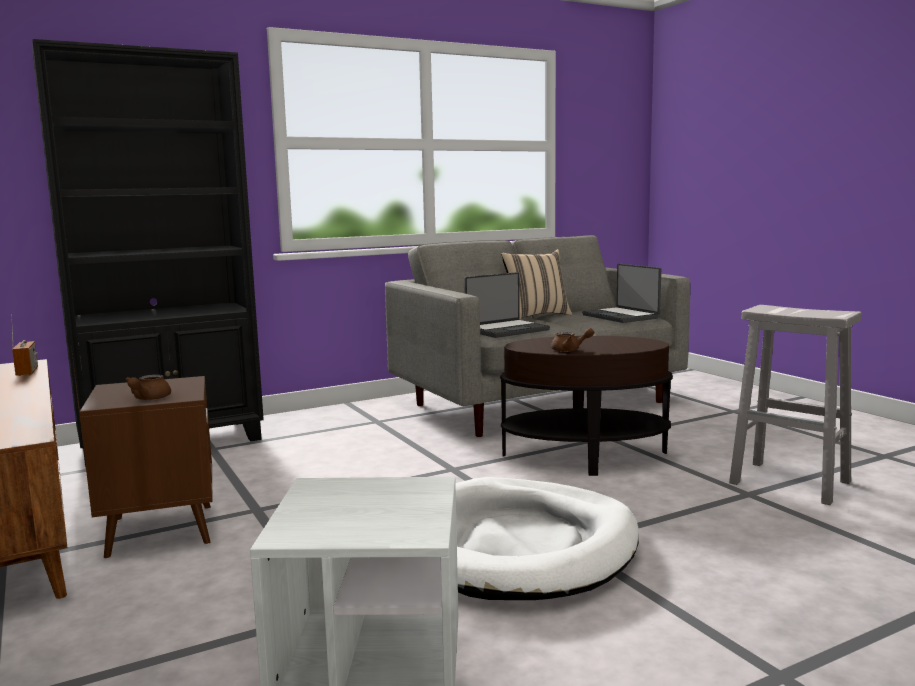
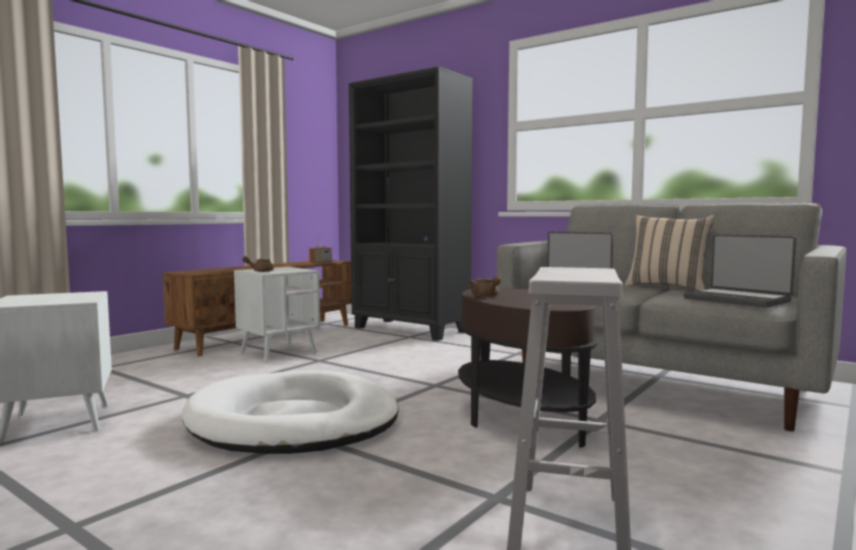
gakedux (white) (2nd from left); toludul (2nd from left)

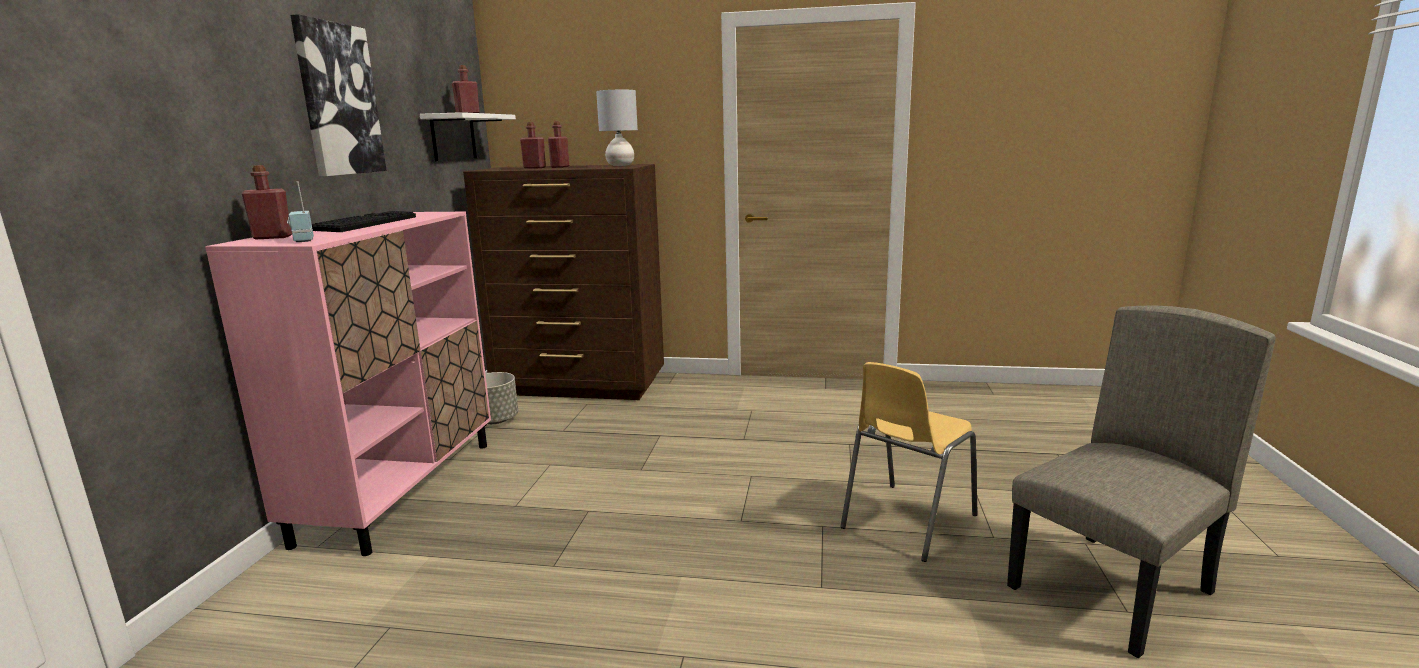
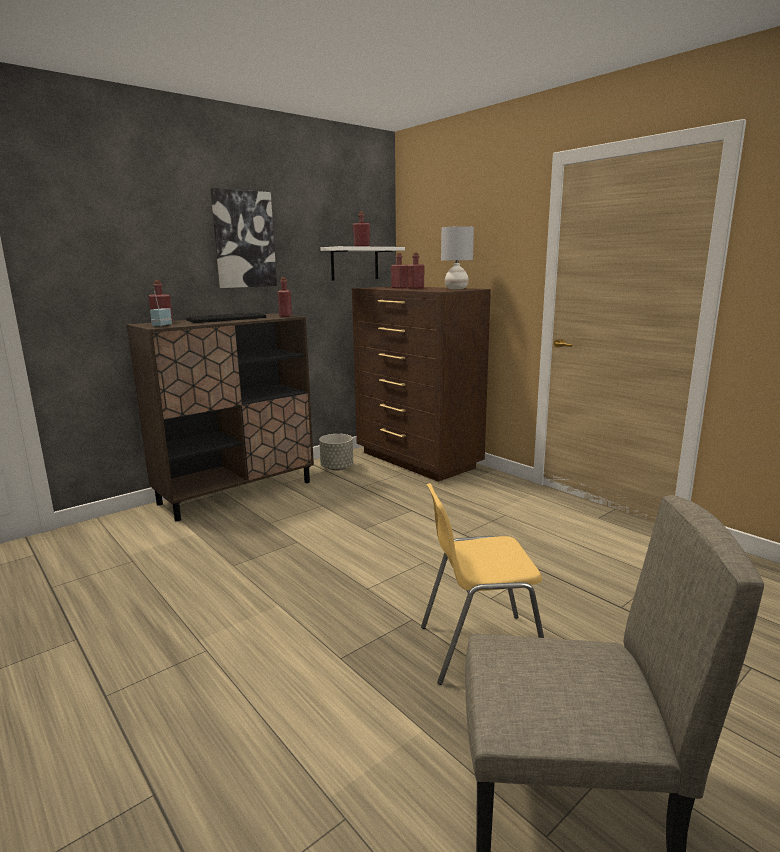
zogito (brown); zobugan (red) (2nd from left)

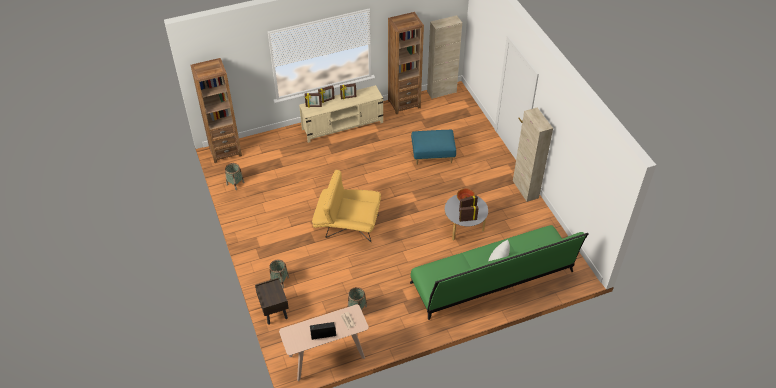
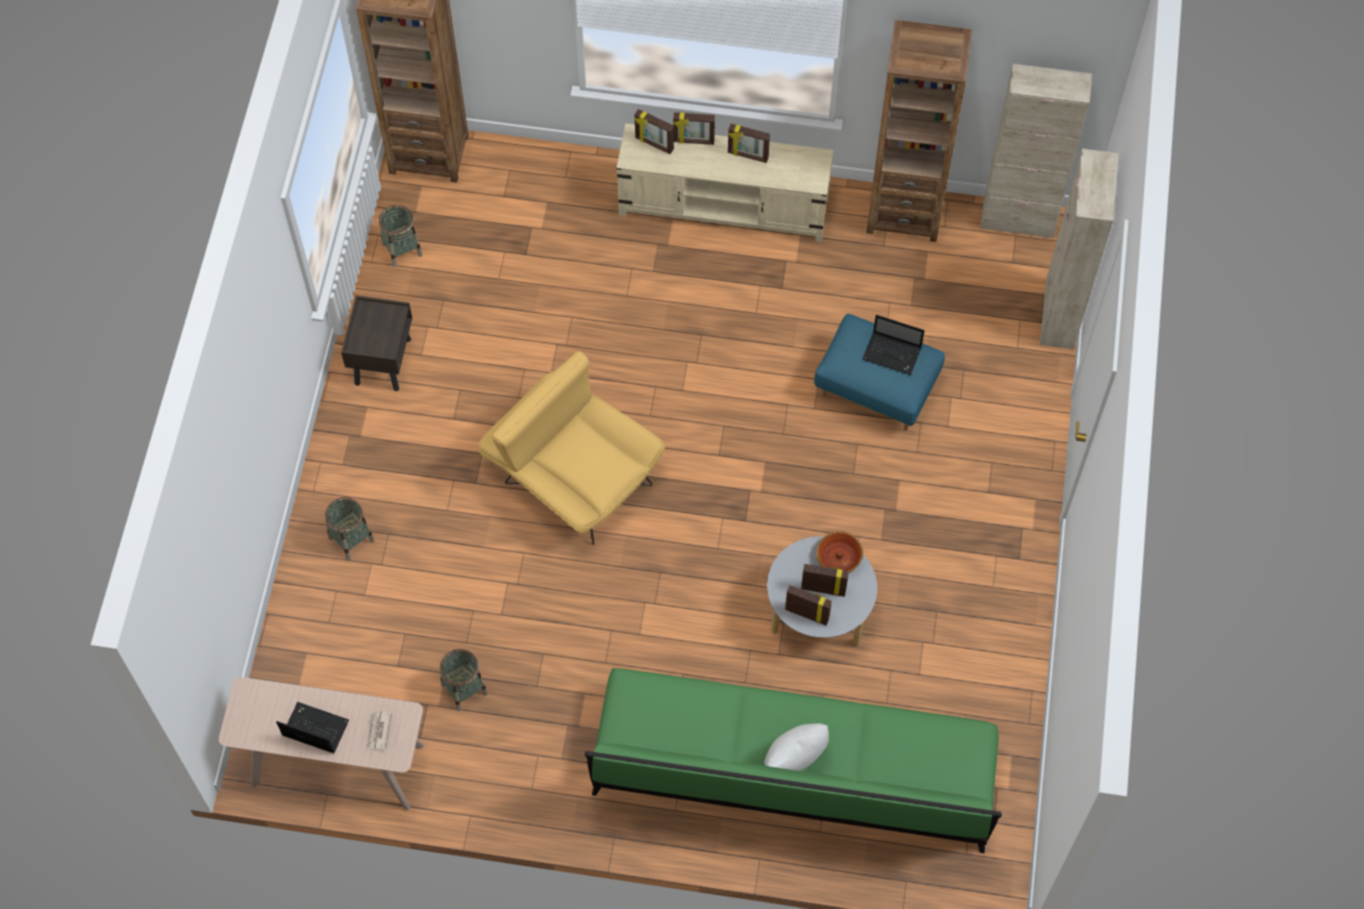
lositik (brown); zogito (beige) (2nd from left); toludul (2nd from left)

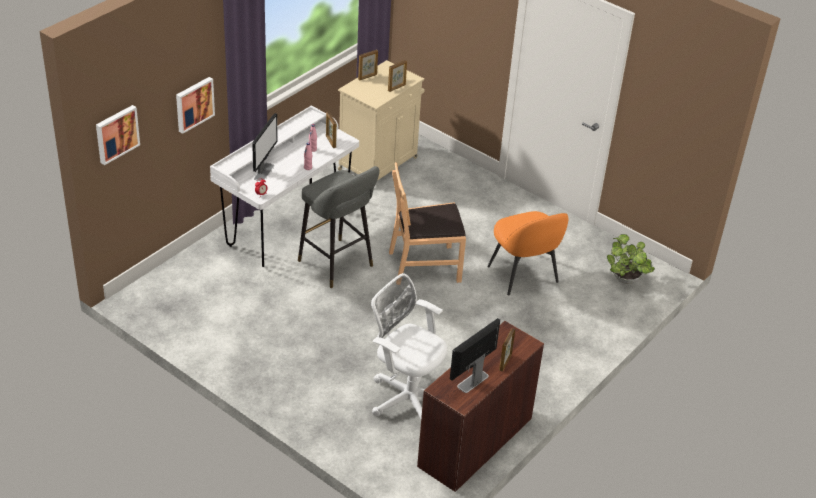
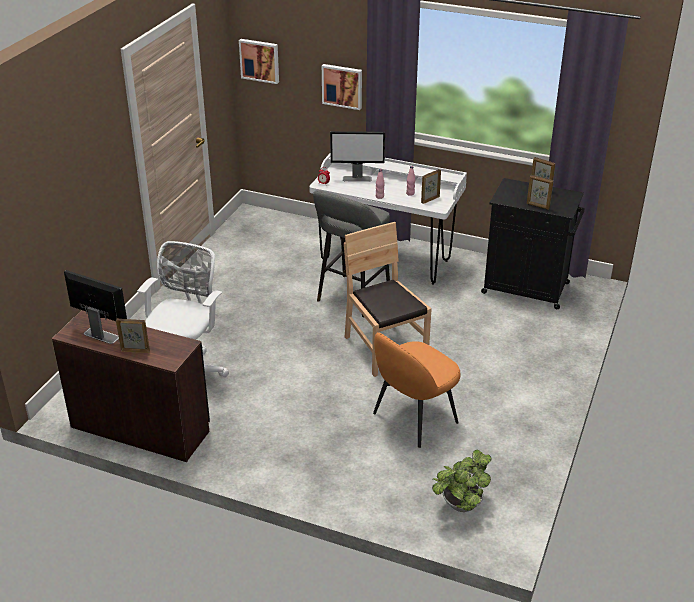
zogito (black)

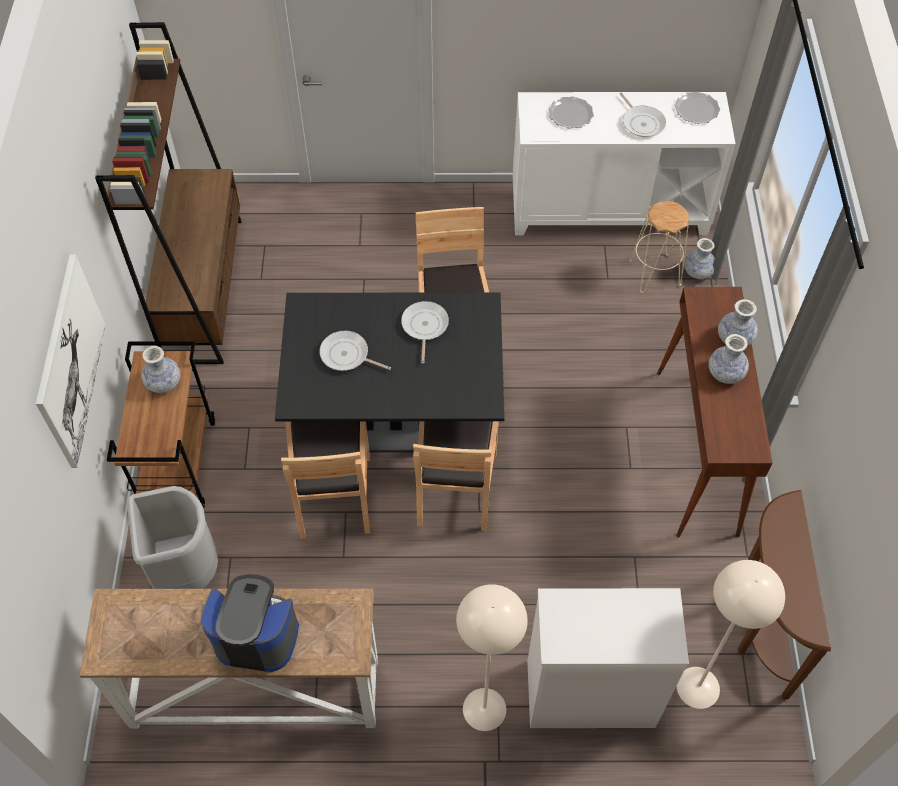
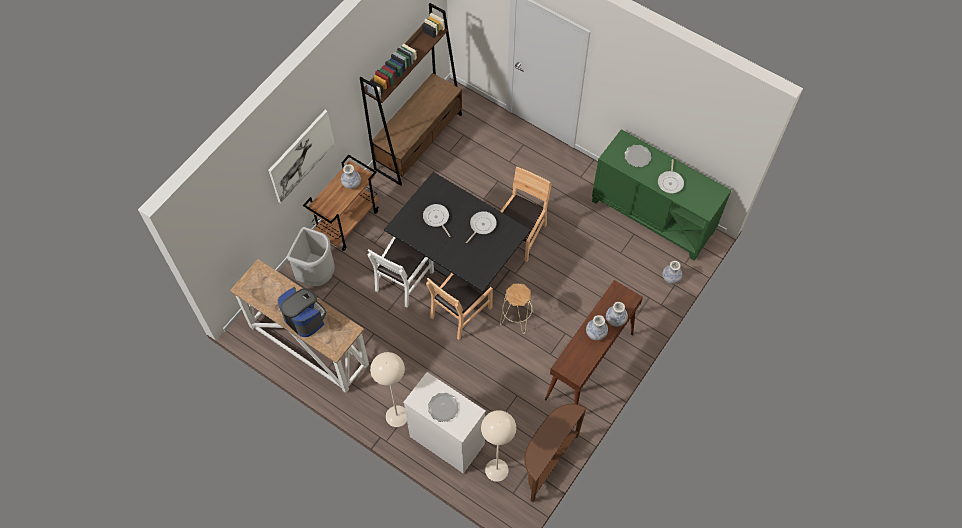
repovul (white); zogito (green); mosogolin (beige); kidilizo (1st from left)

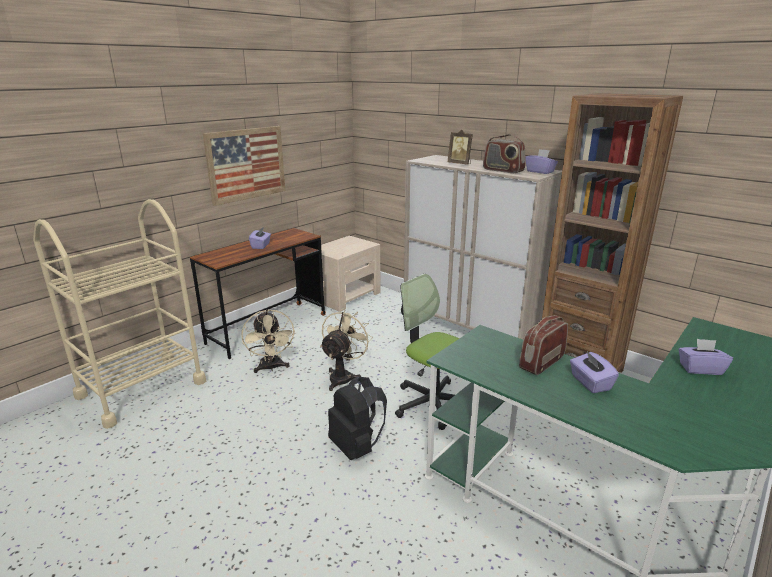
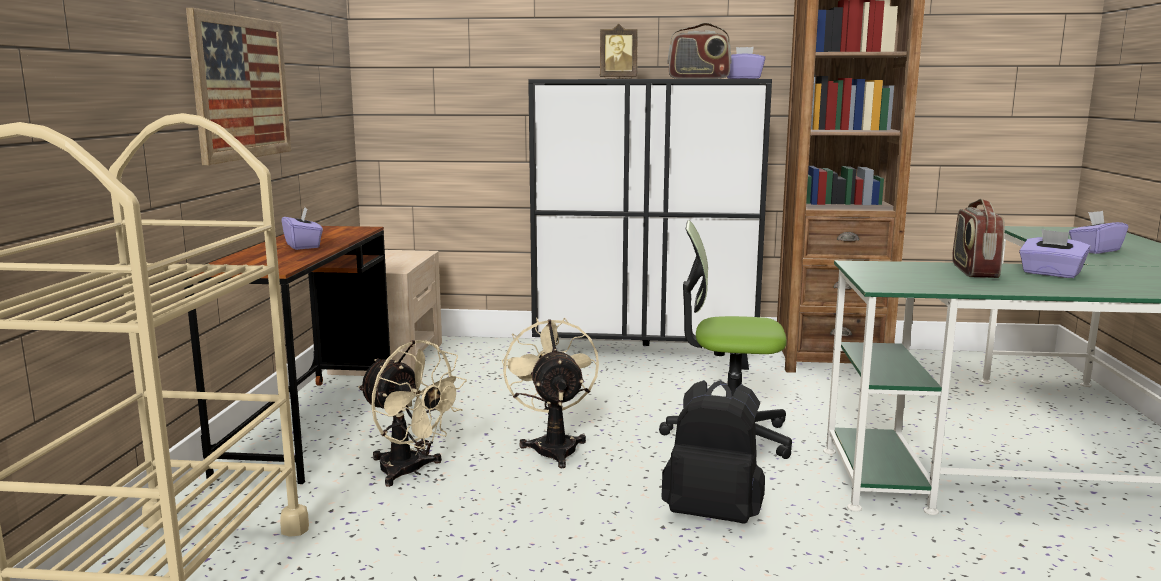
zogito (black)

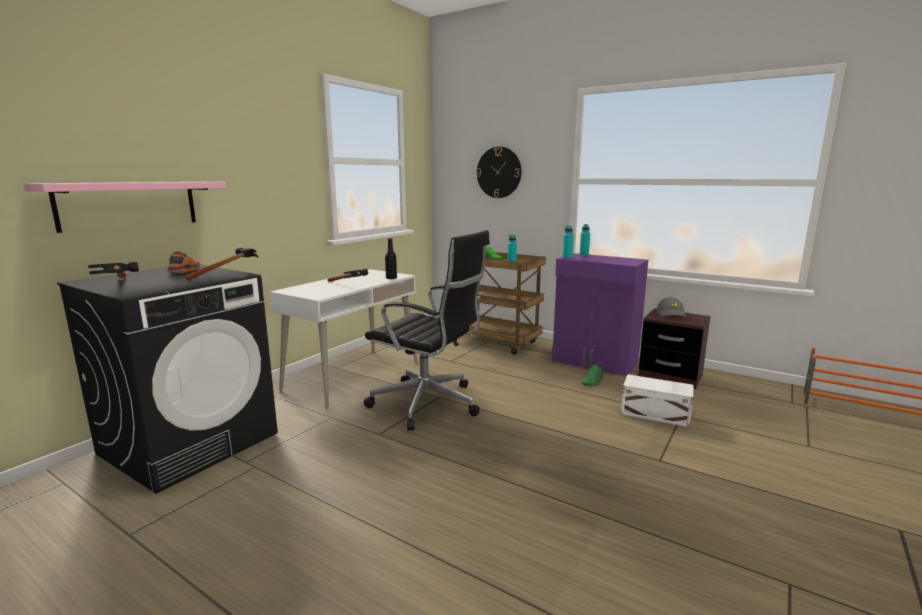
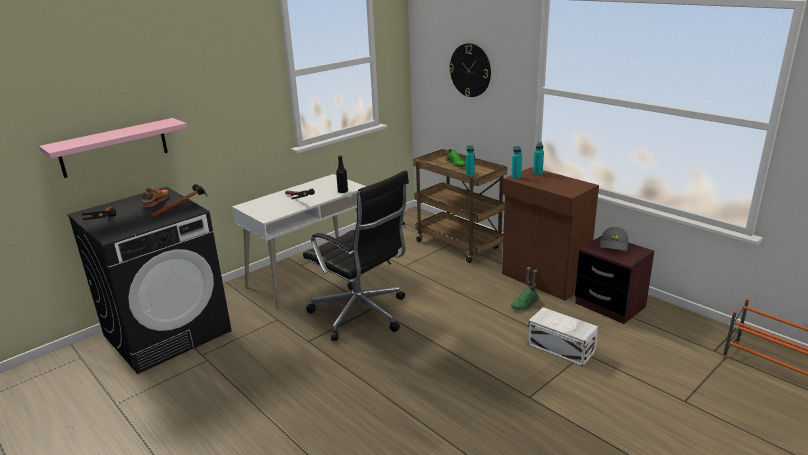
zogito (brown)

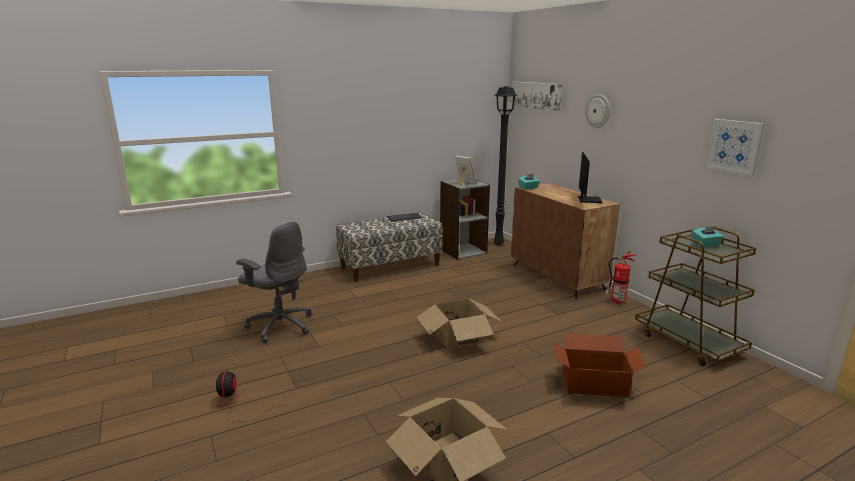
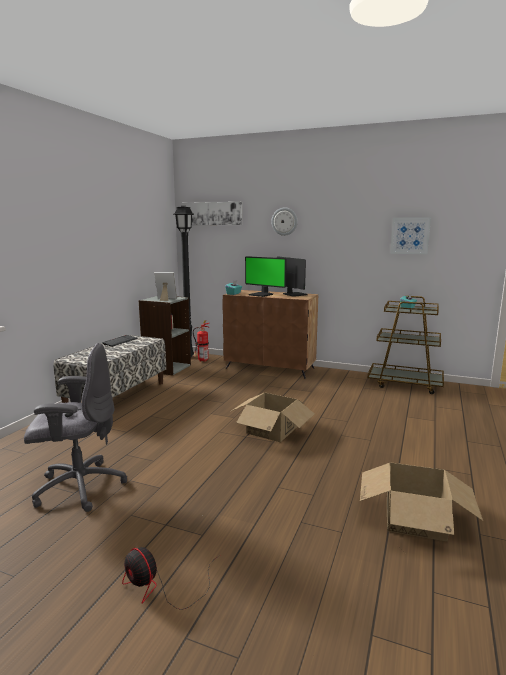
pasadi (3rd from left in the first image); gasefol; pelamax (1st from left)

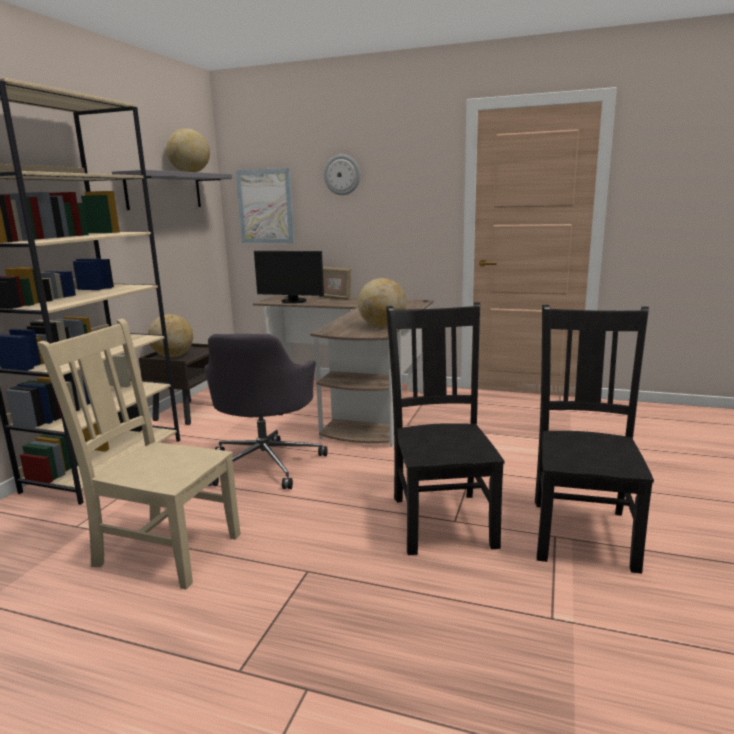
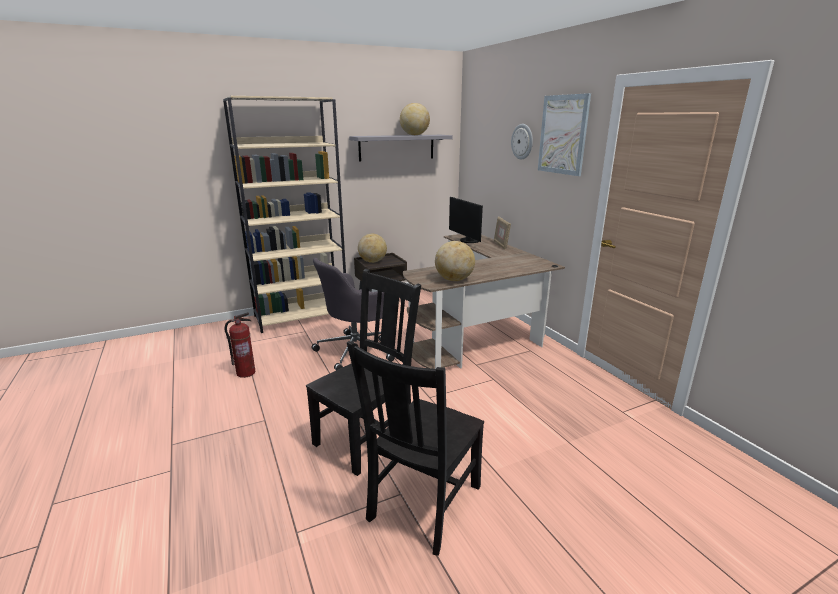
gasefol; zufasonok; repovul (black) (2nd from left)

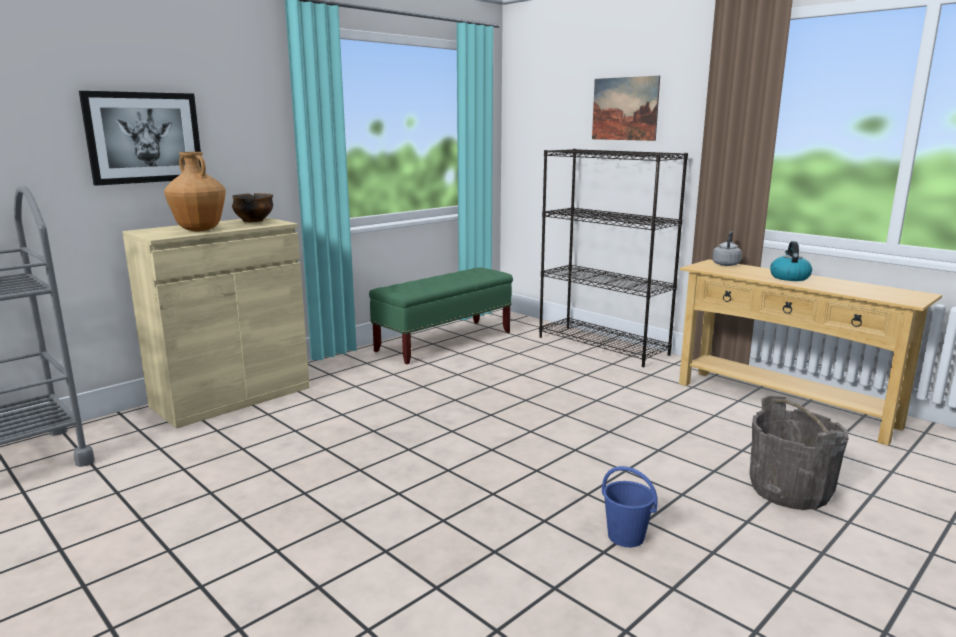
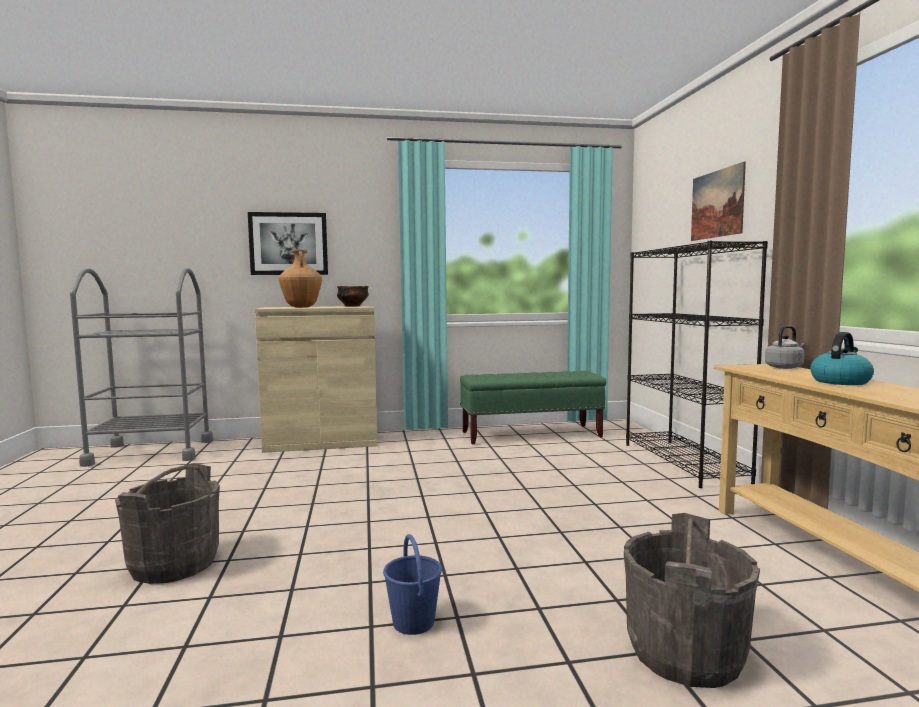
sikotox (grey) (1st from left)

